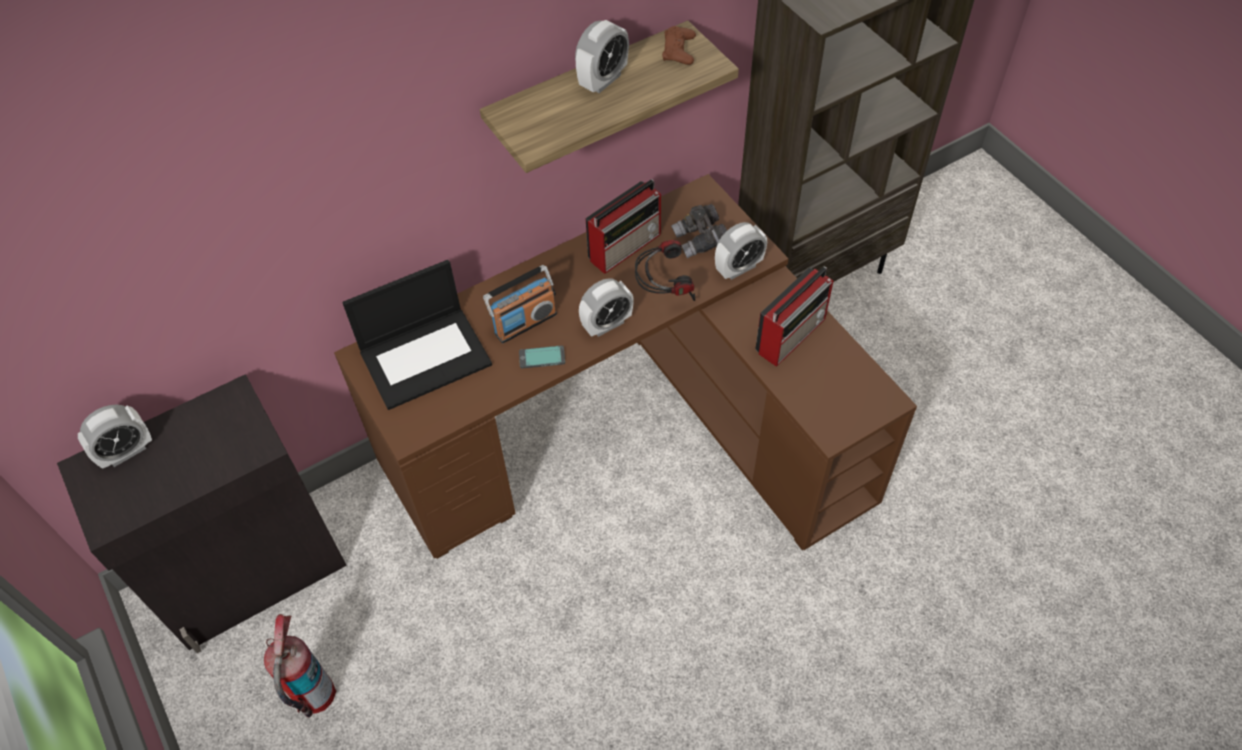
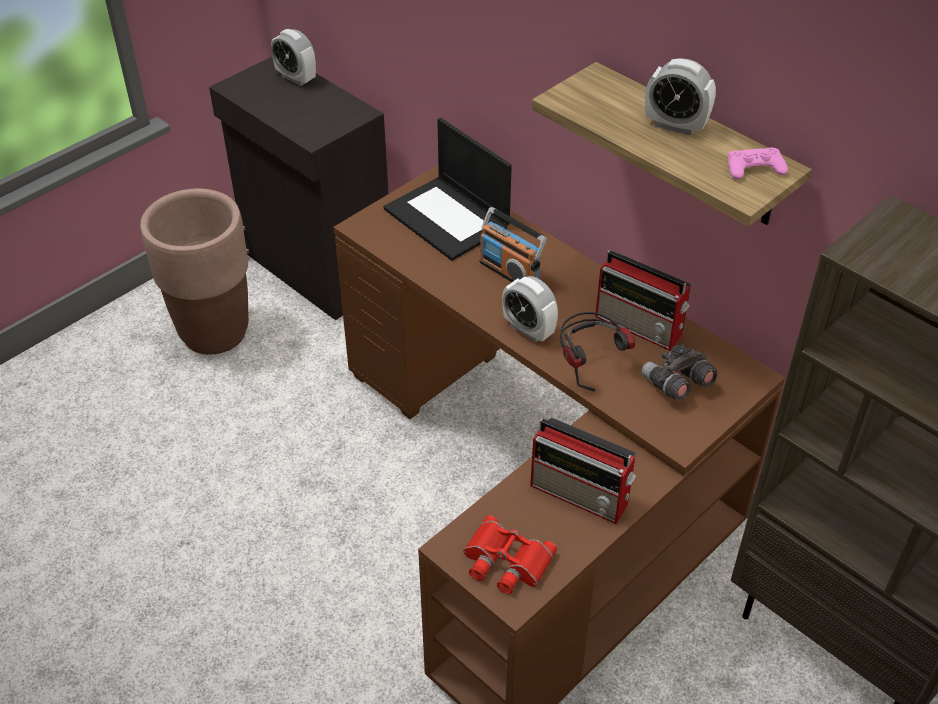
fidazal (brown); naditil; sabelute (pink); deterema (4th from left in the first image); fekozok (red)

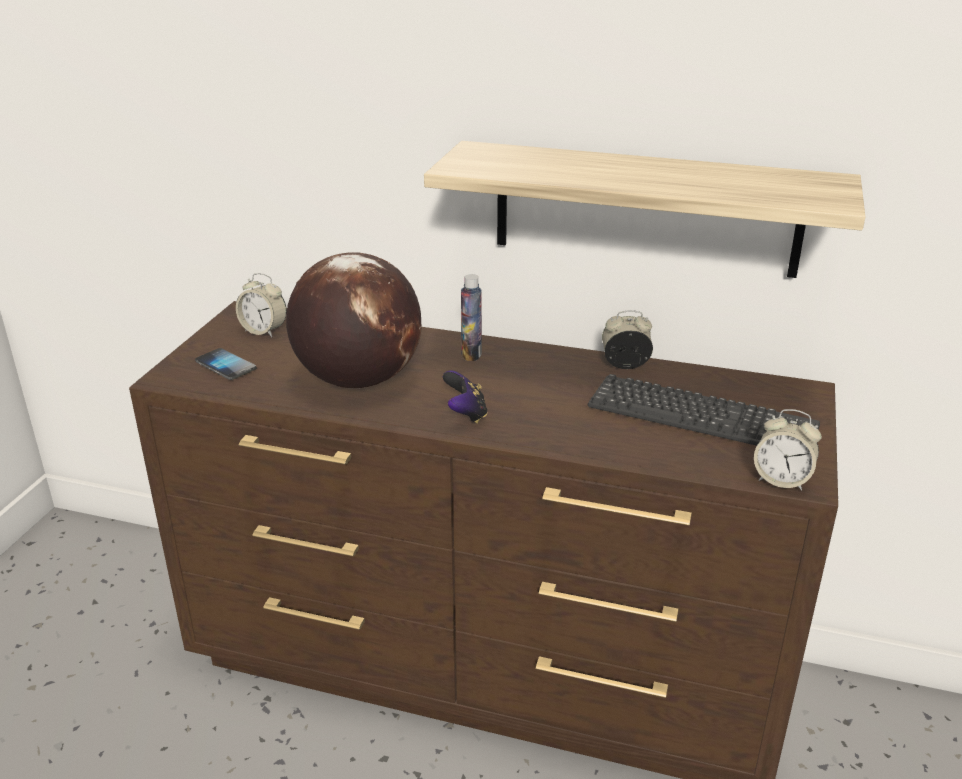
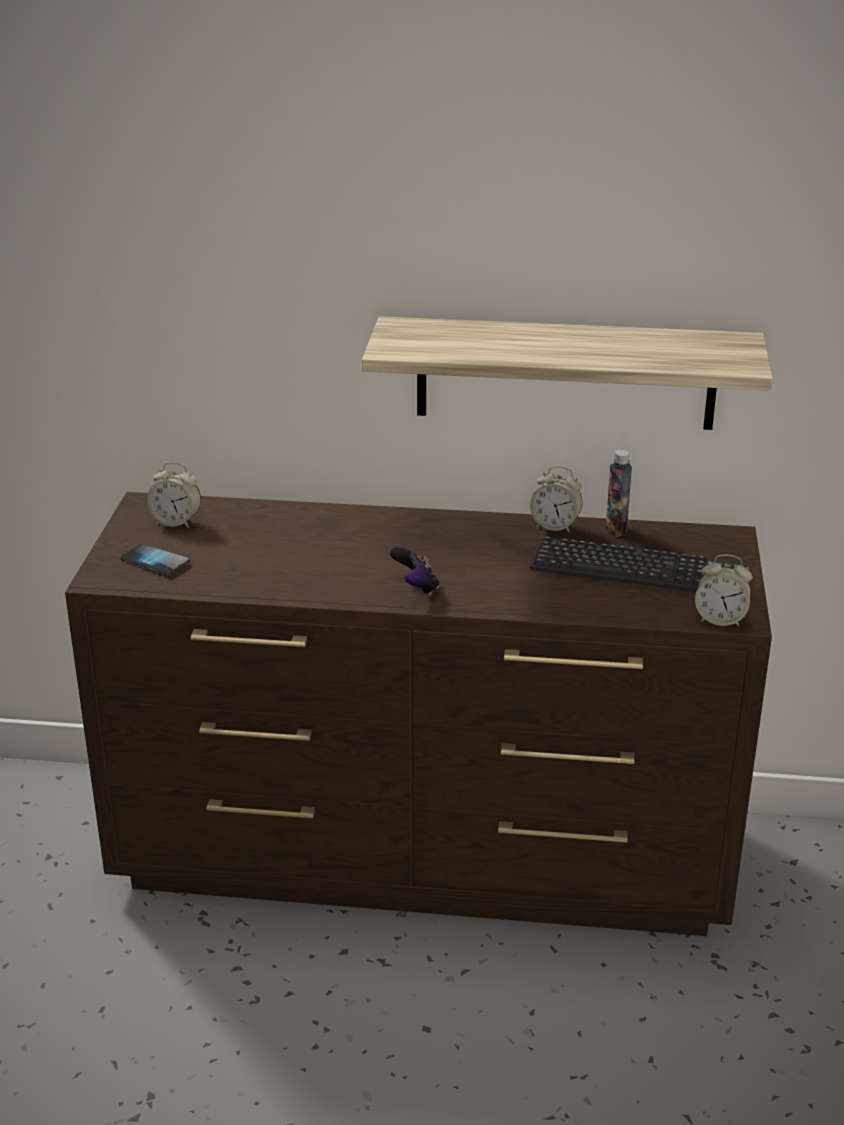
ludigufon; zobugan; deterema (2nd from left)

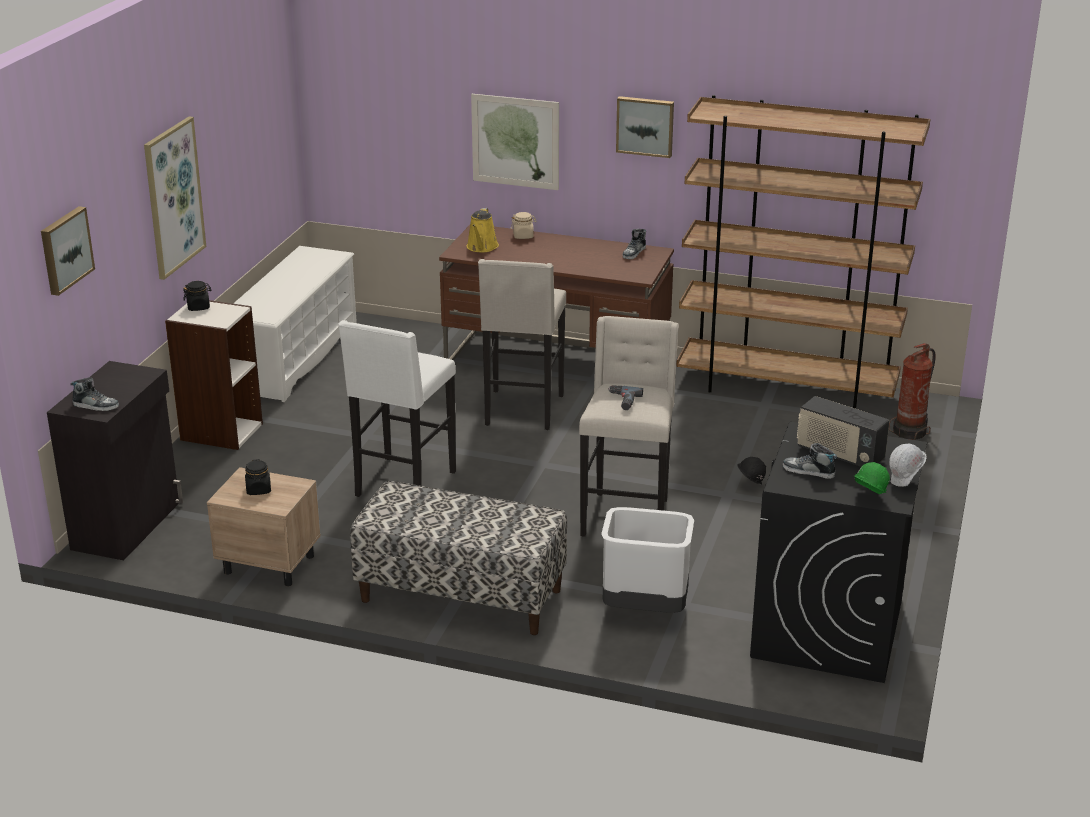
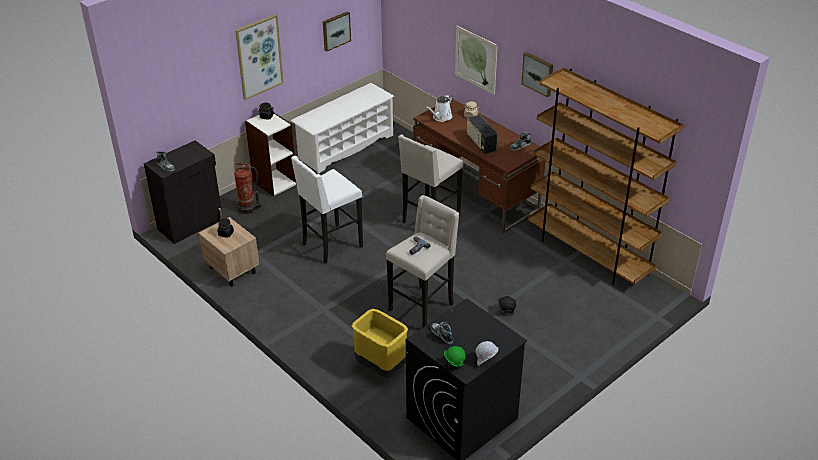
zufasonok (2nd from left); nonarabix; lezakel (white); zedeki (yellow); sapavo; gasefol

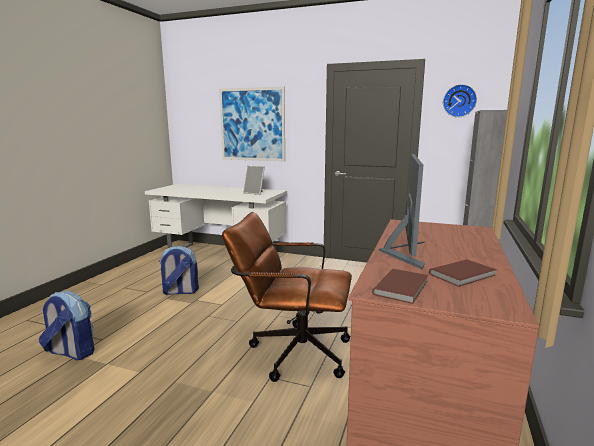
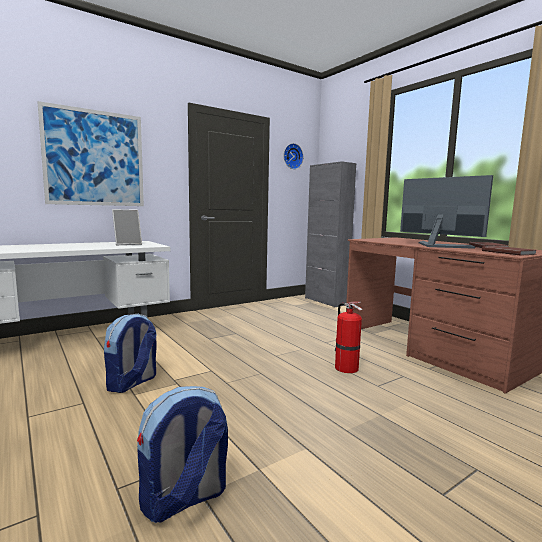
gasefol

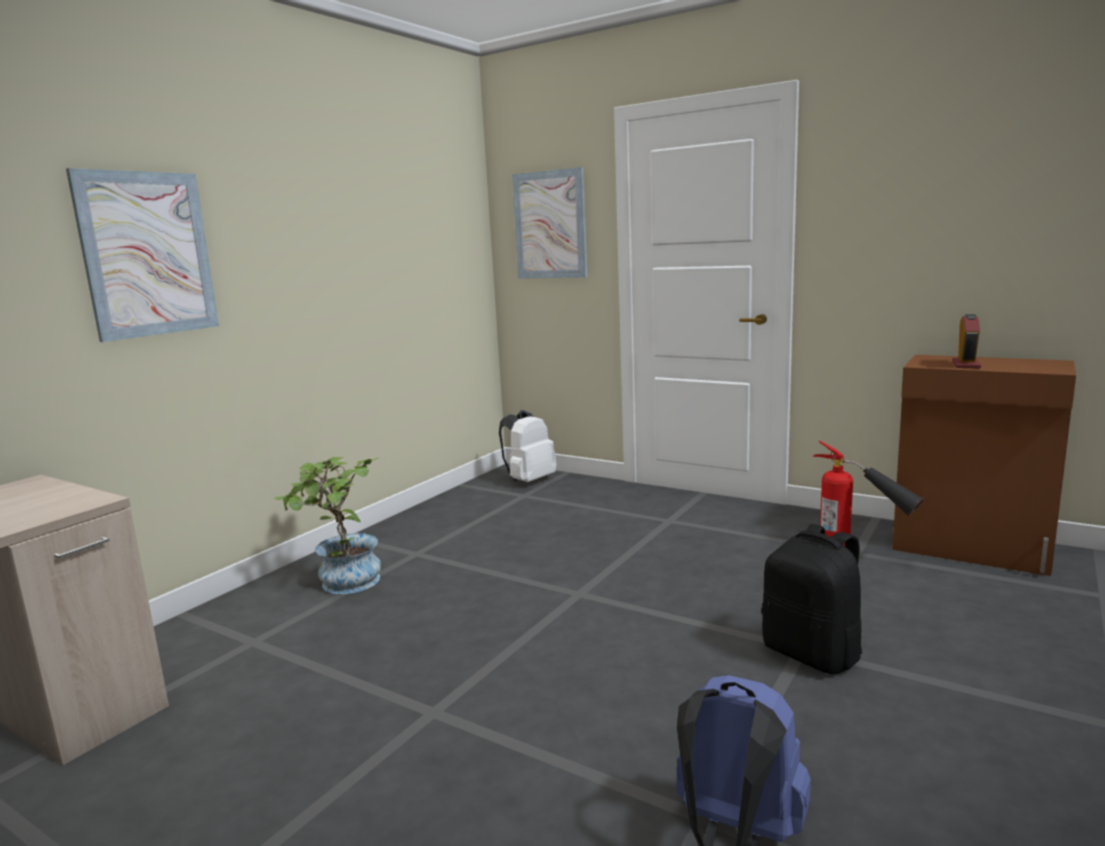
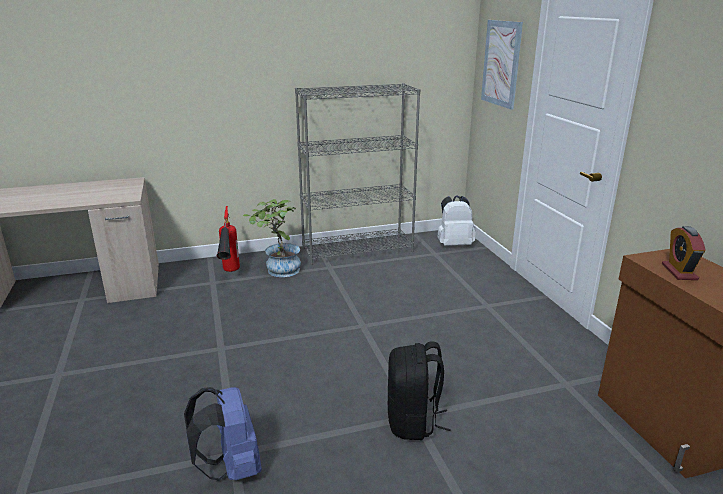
zufasonok (1st from left in the first image); gasefol; deterema; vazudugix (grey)

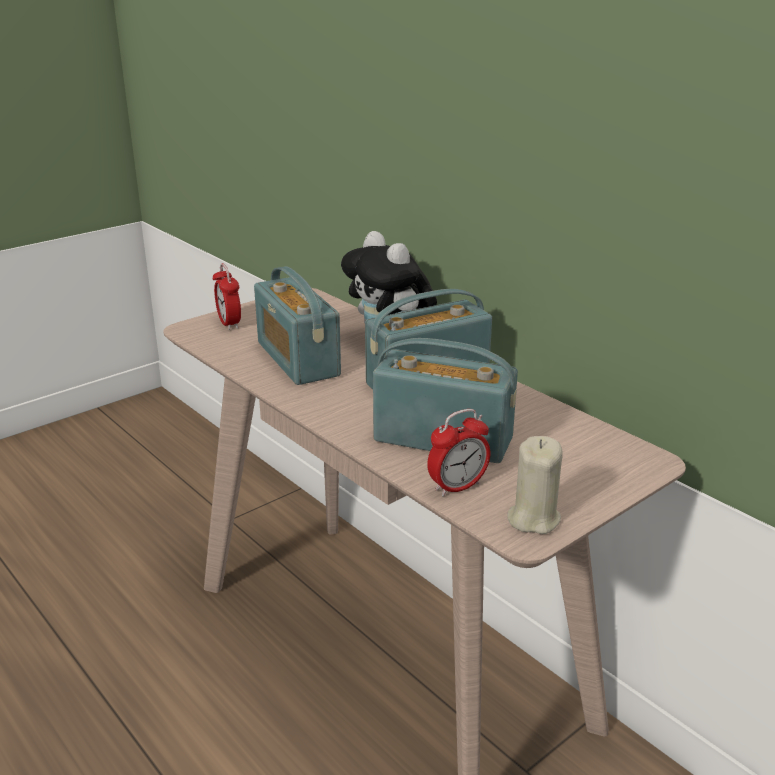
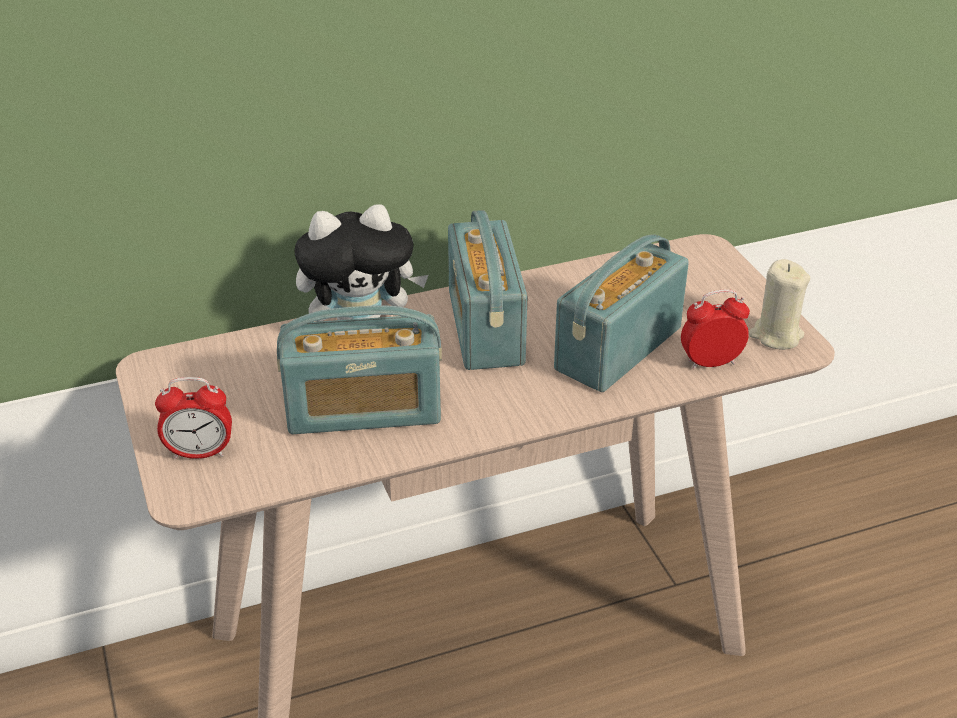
deterema (2nd from left)

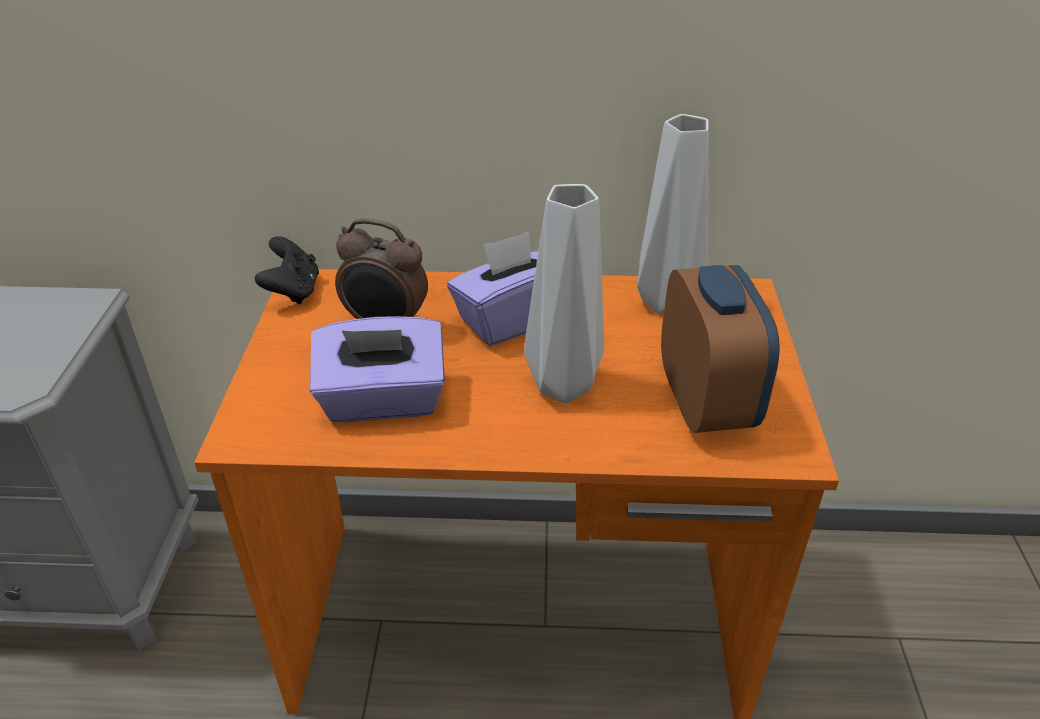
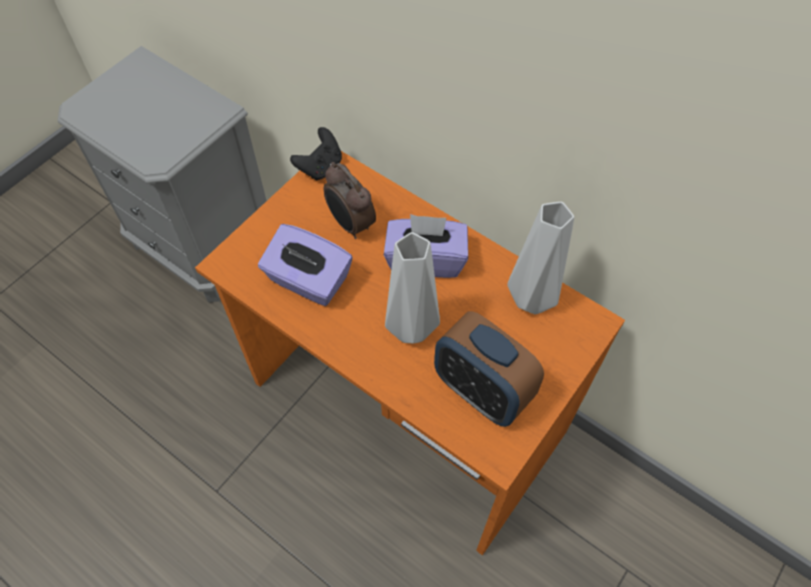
deterema (2nd from left)

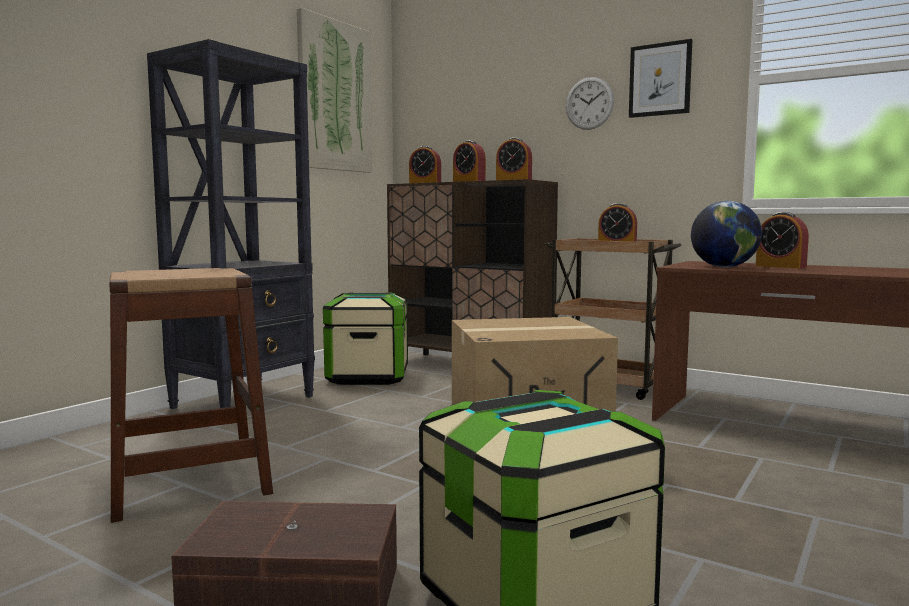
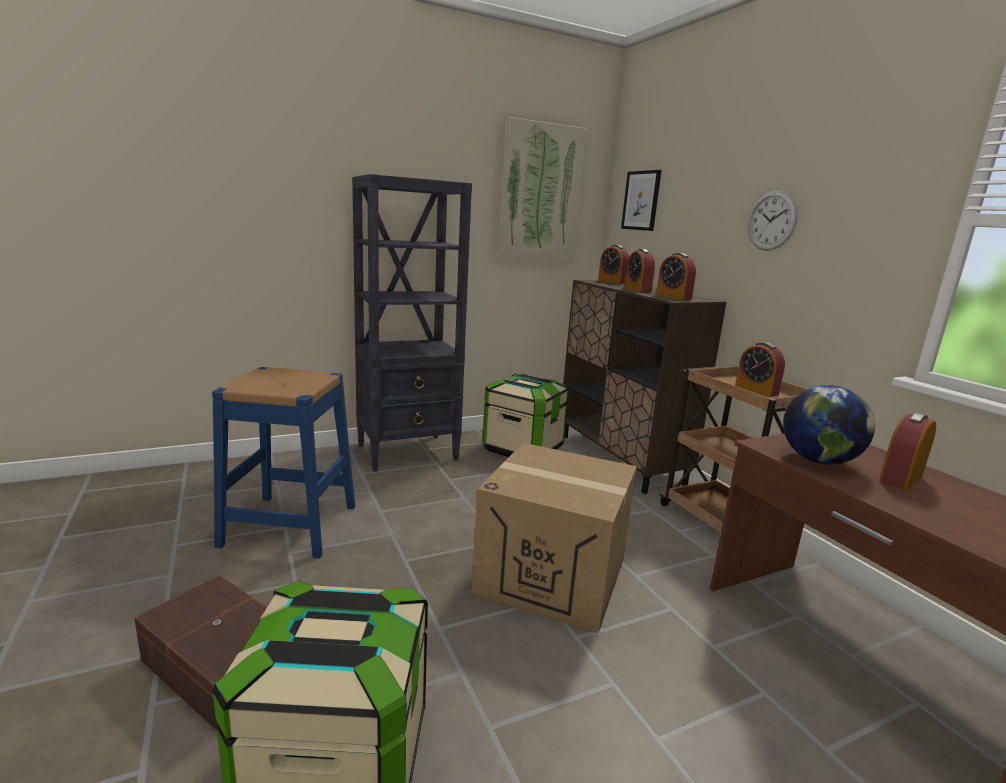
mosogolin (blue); zufasonok (2nd from left); deterema (5th from left)

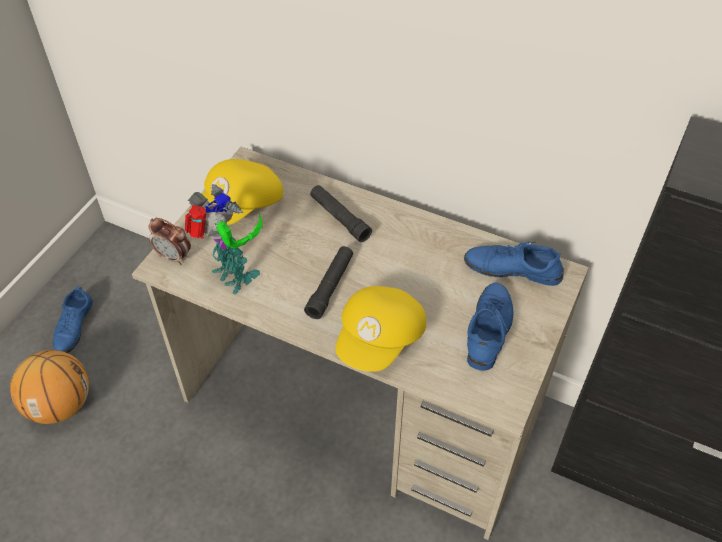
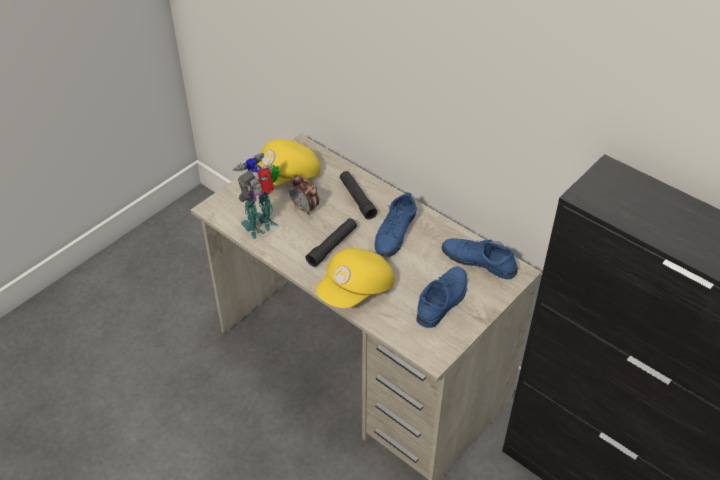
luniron; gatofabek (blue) (1st from left); deterema; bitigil

